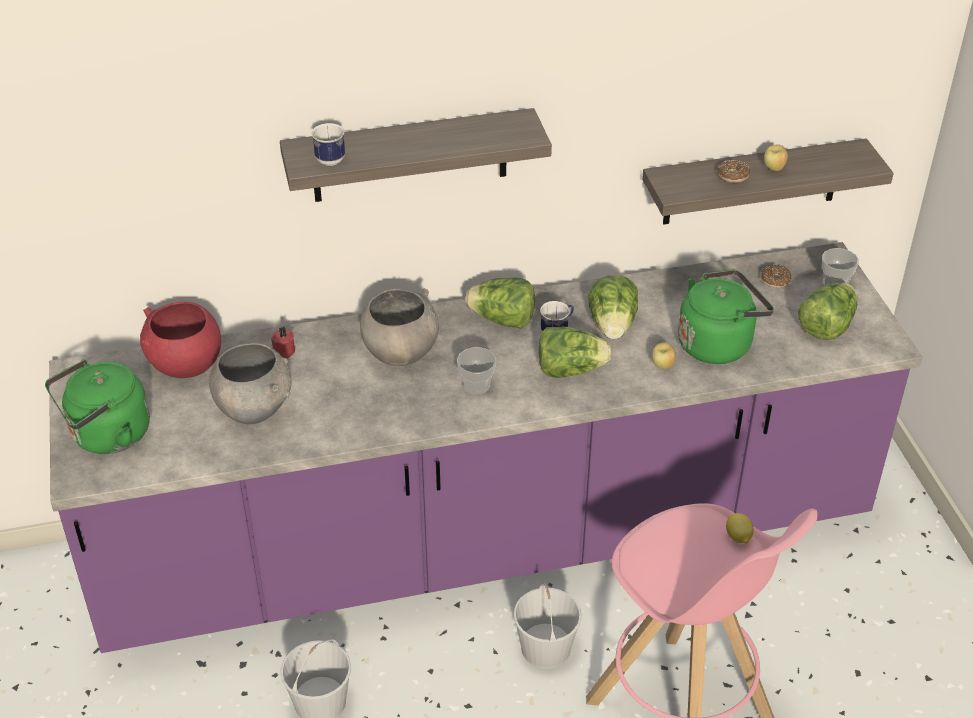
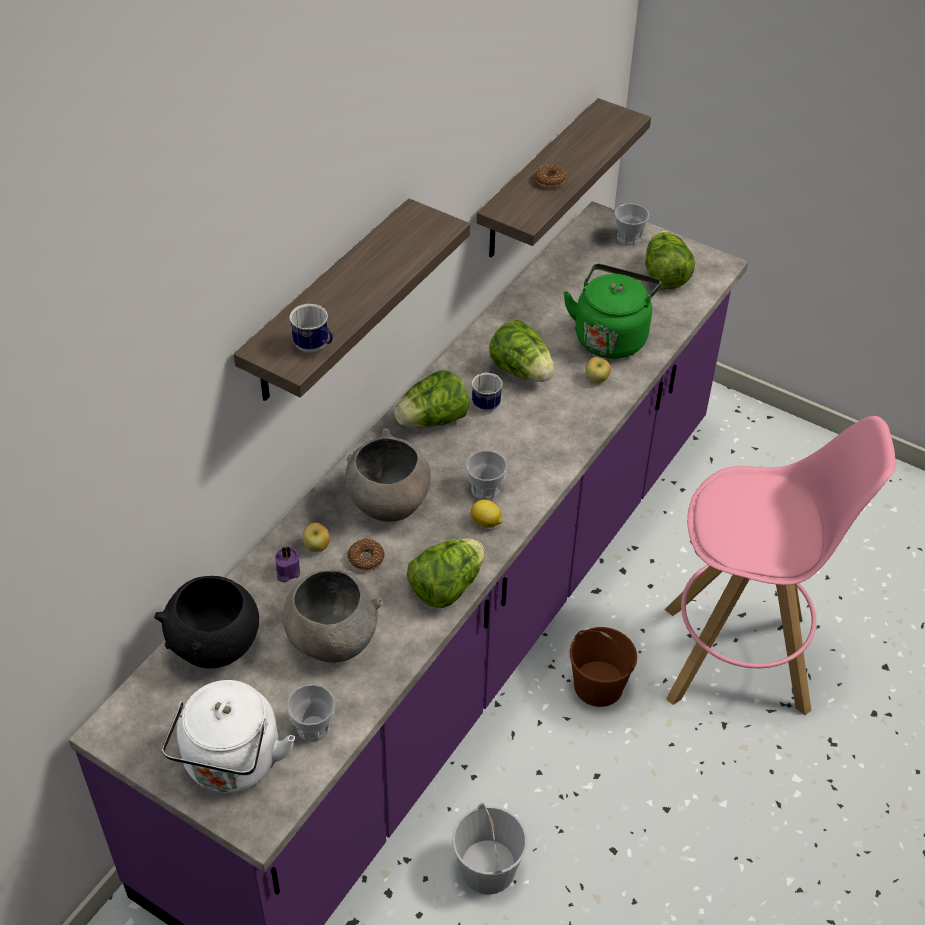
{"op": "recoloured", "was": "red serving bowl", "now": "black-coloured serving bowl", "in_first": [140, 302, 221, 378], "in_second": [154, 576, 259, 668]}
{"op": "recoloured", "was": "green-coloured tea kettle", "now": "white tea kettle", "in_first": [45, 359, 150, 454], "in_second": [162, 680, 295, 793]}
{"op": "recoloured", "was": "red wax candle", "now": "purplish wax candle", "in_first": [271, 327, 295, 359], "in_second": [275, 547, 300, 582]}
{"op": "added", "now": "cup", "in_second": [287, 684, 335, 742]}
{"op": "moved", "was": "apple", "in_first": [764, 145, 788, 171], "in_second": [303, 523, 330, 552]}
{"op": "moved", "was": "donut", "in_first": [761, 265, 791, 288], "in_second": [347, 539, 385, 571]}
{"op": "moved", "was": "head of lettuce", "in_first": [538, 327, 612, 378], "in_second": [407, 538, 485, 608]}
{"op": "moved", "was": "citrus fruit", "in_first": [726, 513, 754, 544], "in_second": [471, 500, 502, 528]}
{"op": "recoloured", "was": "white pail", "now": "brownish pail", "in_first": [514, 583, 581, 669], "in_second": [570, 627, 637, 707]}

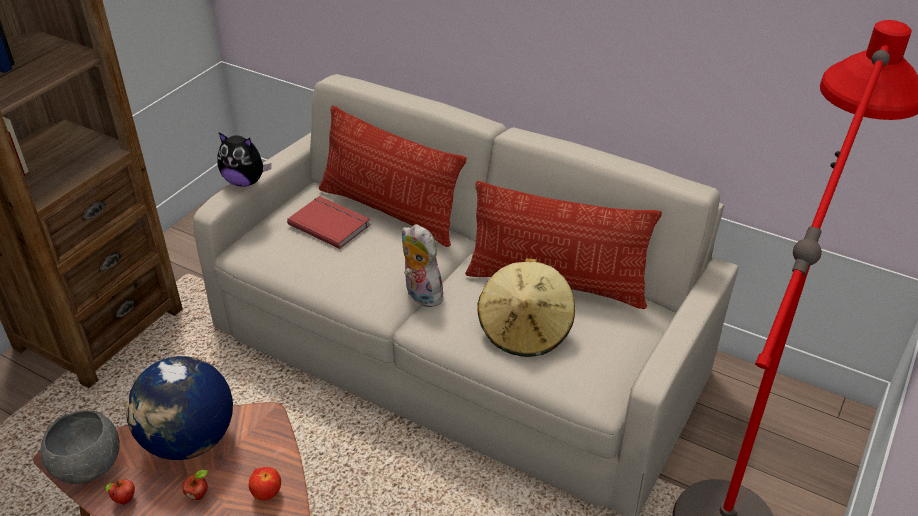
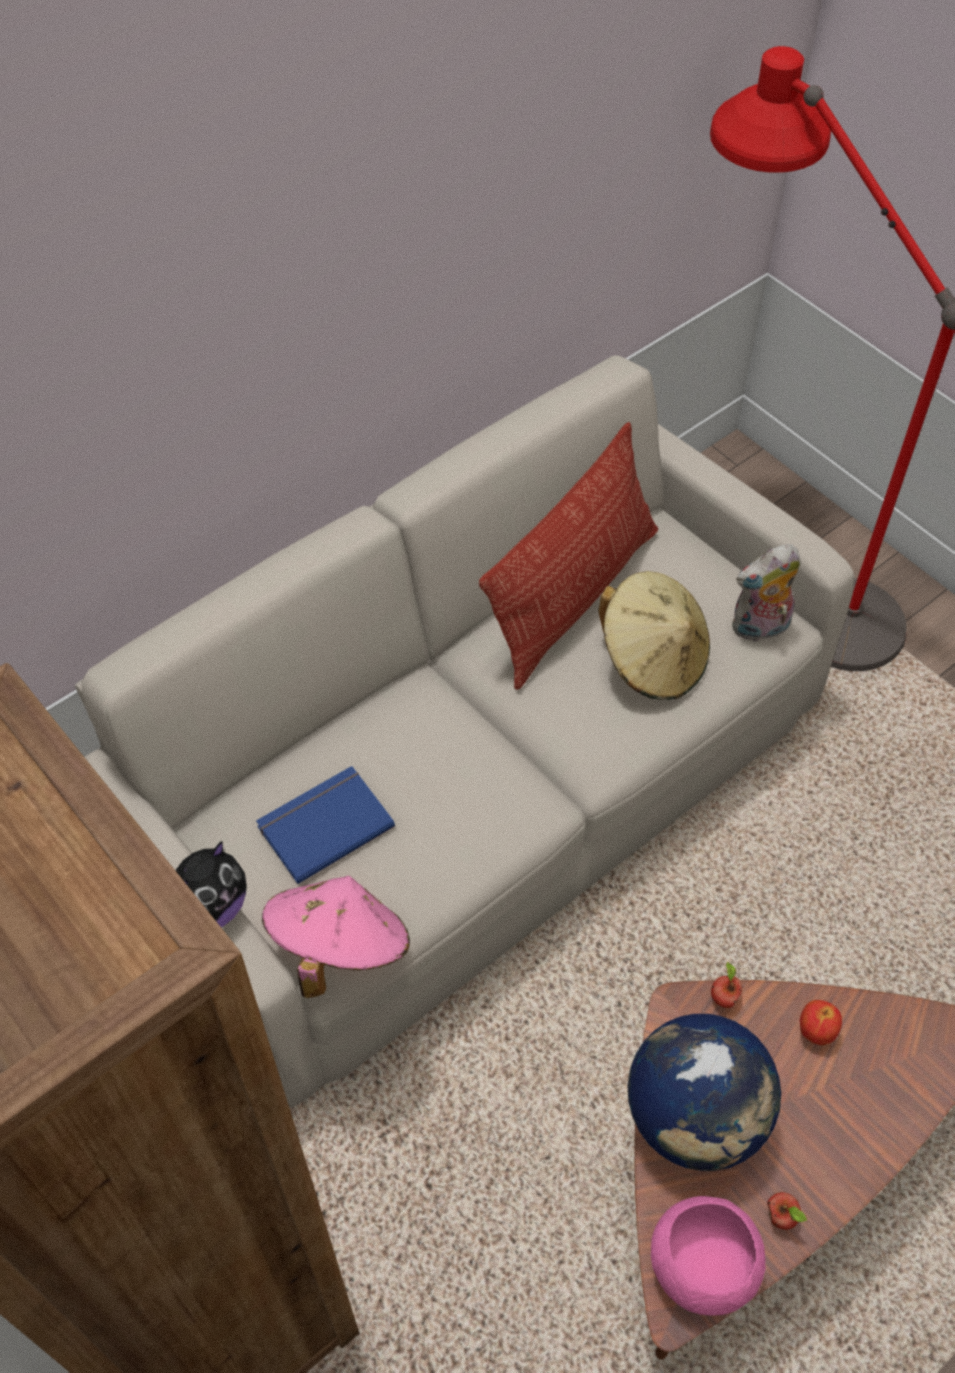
{"op": "recoloured", "was": "red volume", "now": "blue volume", "in_first": [287, 196, 371, 249], "in_second": [256, 766, 395, 884]}
{"op": "added", "now": "pink wearable hat", "in_second": [262, 876, 410, 998]}
{"op": "recoloured", "was": "greyish serving bowl", "now": "pink serving bowl", "in_first": [41, 410, 120, 484], "in_second": [651, 1196, 766, 1316]}
{"op": "moved", "was": "apple", "in_first": [182, 470, 208, 500], "in_second": [711, 962, 743, 1008]}
{"op": "moved", "was": "cuddly toy", "in_first": [402, 224, 444, 307], "in_second": [732, 544, 801, 642]}
{"op": "removed", "was": "throw pillow", "in_first": [319, 105, 466, 247]}

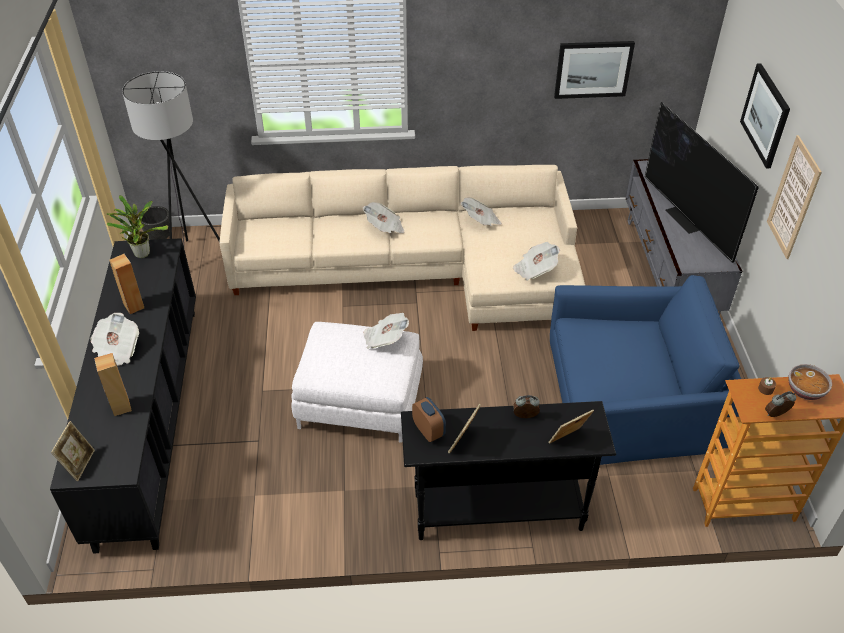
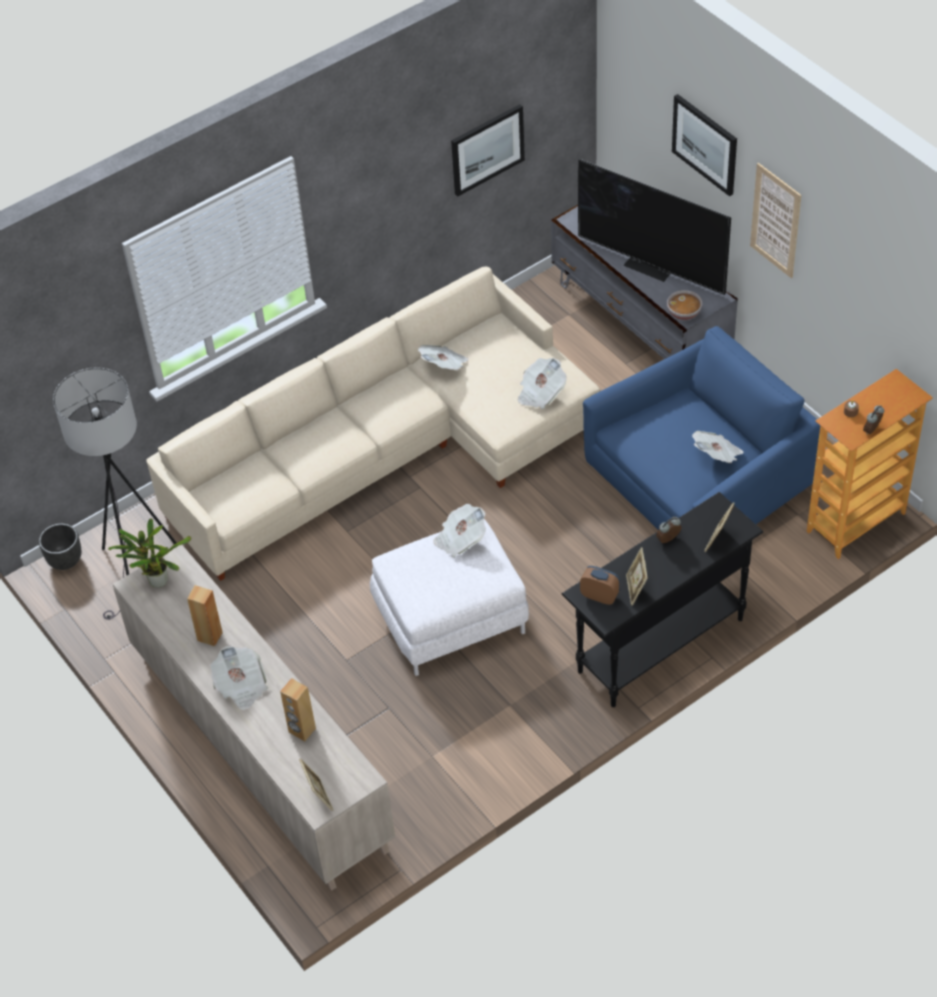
{"op": "recoloured", "was": "black-coloured cupboard", "now": "beige-coloured cupboard", "in_first": [50, 238, 196, 554], "in_second": [113, 545, 395, 891]}
{"op": "moved", "was": "serving bowl", "in_first": [788, 364, 832, 400], "in_second": [667, 290, 702, 320]}
{"op": "moved", "was": "newspaper", "in_first": [363, 202, 404, 234], "in_second": [692, 431, 744, 463]}

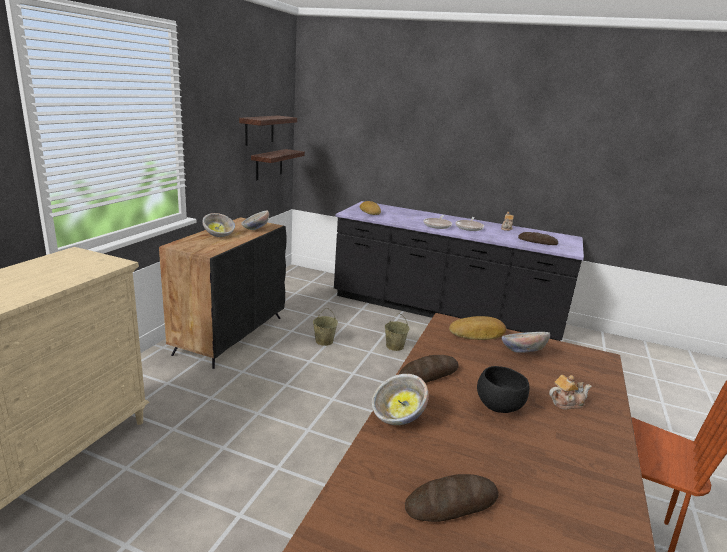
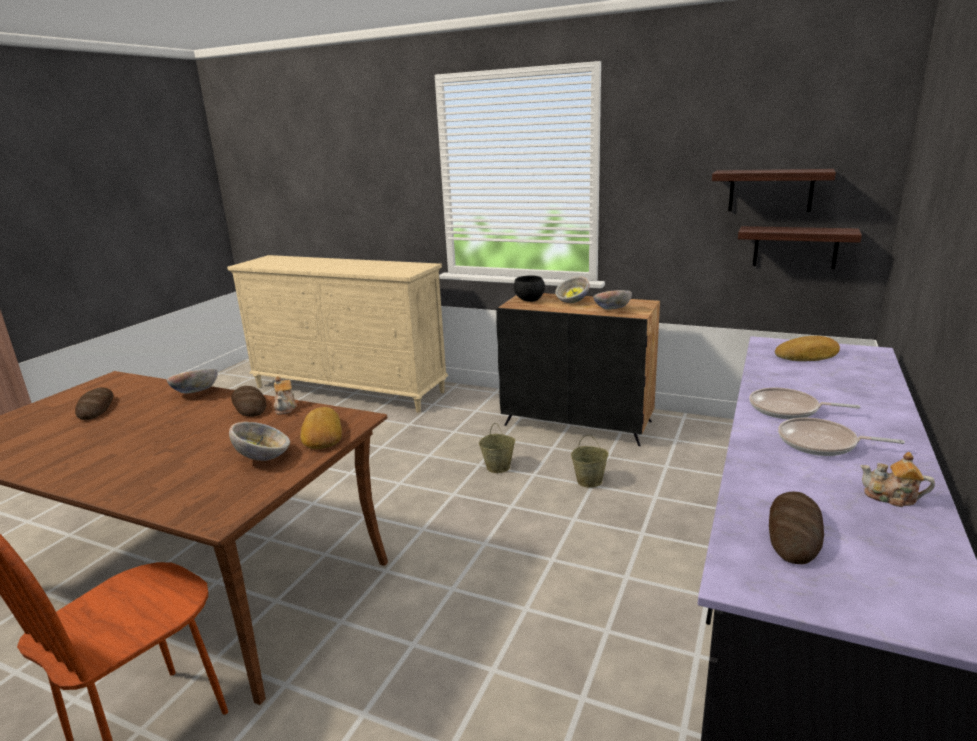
{"op": "moved", "was": "teapot", "in_first": [549, 375, 592, 410], "in_second": [274, 376, 297, 415]}
{"op": "moved", "was": "beige-coloured pail", "in_first": [385, 313, 409, 351], "in_second": [479, 423, 515, 473]}
{"op": "moved", "was": "black-coloured serving bowl", "in_first": [477, 366, 529, 413], "in_second": [514, 275, 545, 302]}

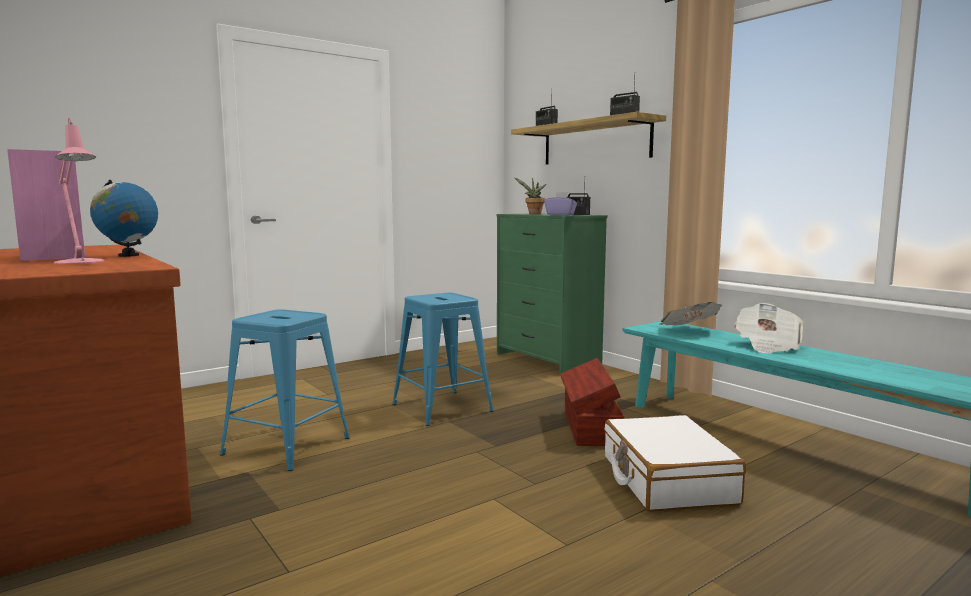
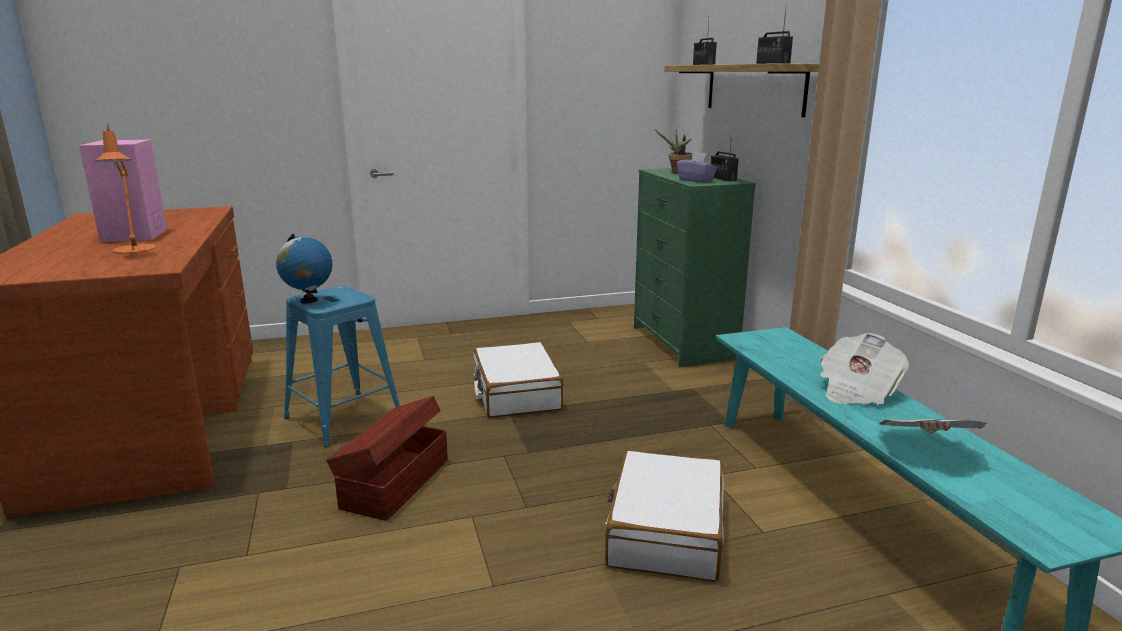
{"op": "recoloured", "was": "pink table lamp", "now": "orange-coloured table lamp", "in_first": [54, 117, 105, 264], "in_second": [95, 123, 156, 254]}
{"op": "moved", "was": "world globe", "in_first": [90, 180, 158, 257], "in_second": [276, 234, 332, 304]}
{"op": "moved", "was": "brownish storage box", "in_first": [560, 358, 625, 446], "in_second": [326, 396, 448, 521]}
{"op": "replaced", "was": "blue stool seat", "now": "white travel case", "in_first": [392, 293, 494, 426], "in_second": [473, 342, 564, 418]}
{"op": "moved", "was": "newspaper", "in_first": [660, 302, 722, 325], "in_second": [879, 419, 987, 434]}

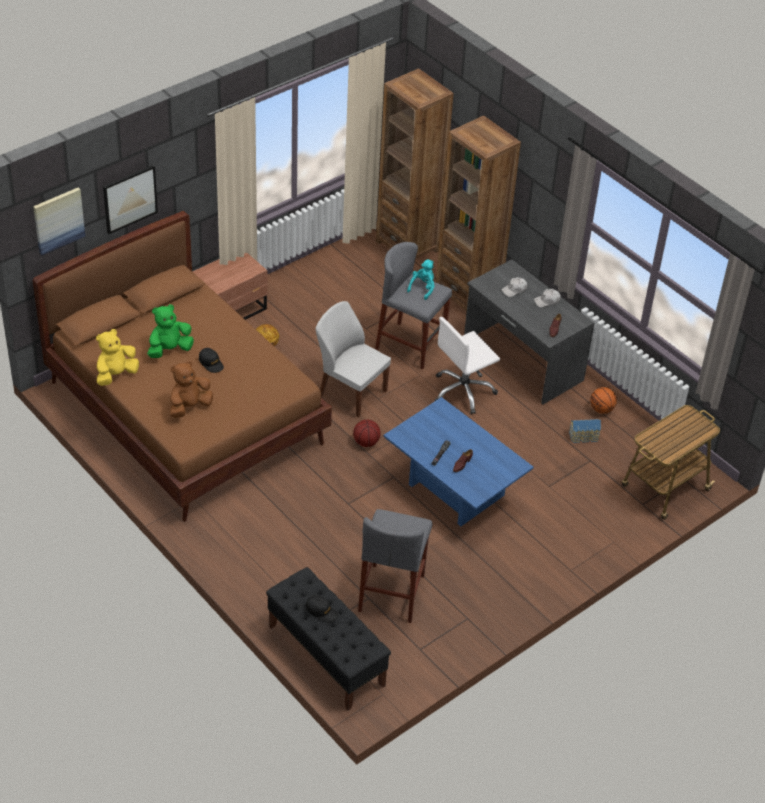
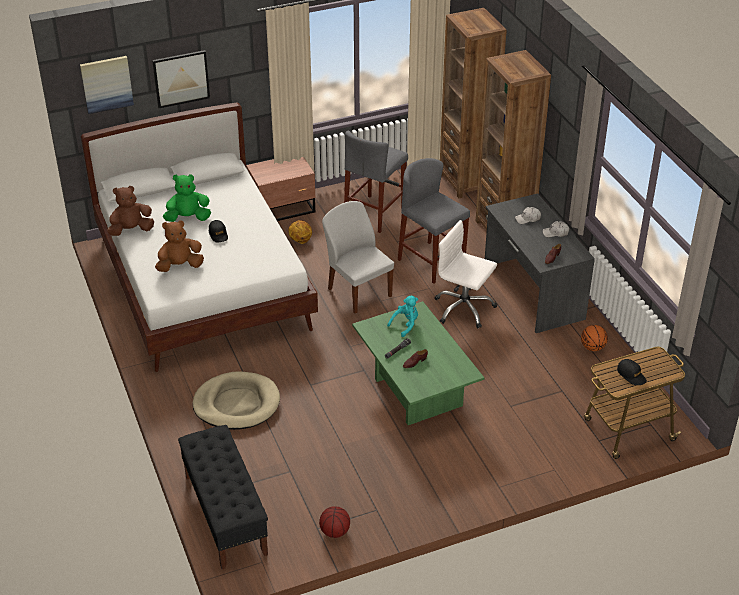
{"op": "recoloured", "was": "brownish bed", "now": "white bed", "in_first": [33, 211, 332, 522], "in_second": [81, 102, 318, 372]}
{"op": "recoloured", "was": "yellow-coloured cuddly toy", "now": "brownish cuddly toy", "in_first": [96, 329, 139, 386], "in_second": [107, 186, 154, 236]}
{"op": "added", "now": "beige-coloured dog cushion", "in_second": [193, 371, 280, 430]}
{"op": "moved", "was": "basketball ball", "in_first": [353, 420, 381, 447], "in_second": [319, 506, 350, 538]}
{"op": "moved", "was": "greyish stool seat", "in_first": [358, 509, 433, 623], "in_second": [344, 130, 408, 233]}
{"op": "recoloured", "was": "blue low table", "now": "green-coloured low table", "in_first": [383, 397, 534, 526], "in_second": [352, 301, 484, 425]}
{"op": "moved", "was": "blue-green cuddly toy", "in_first": [407, 260, 435, 300], "in_second": [387, 296, 418, 337]}
{"op": "turned", "was": "white computer chair", "in_first": [435, 317, 500, 414], "in_second": [434, 220, 497, 328], "clockwise": 45}
{"op": "moved", "was": "black-coloured baseball cap", "in_first": [306, 595, 338, 623], "in_second": [617, 359, 647, 385]}
{"op": "removed", "was": "model house", "in_first": [569, 419, 601, 443]}

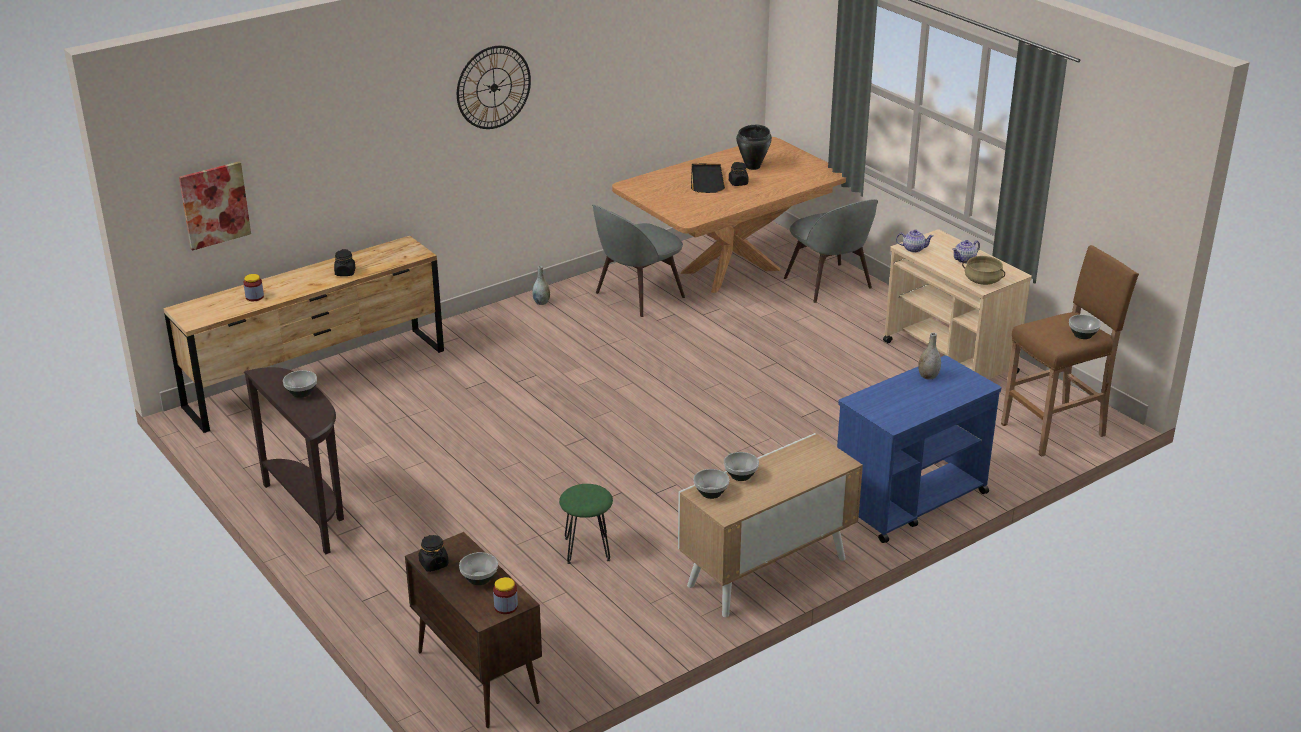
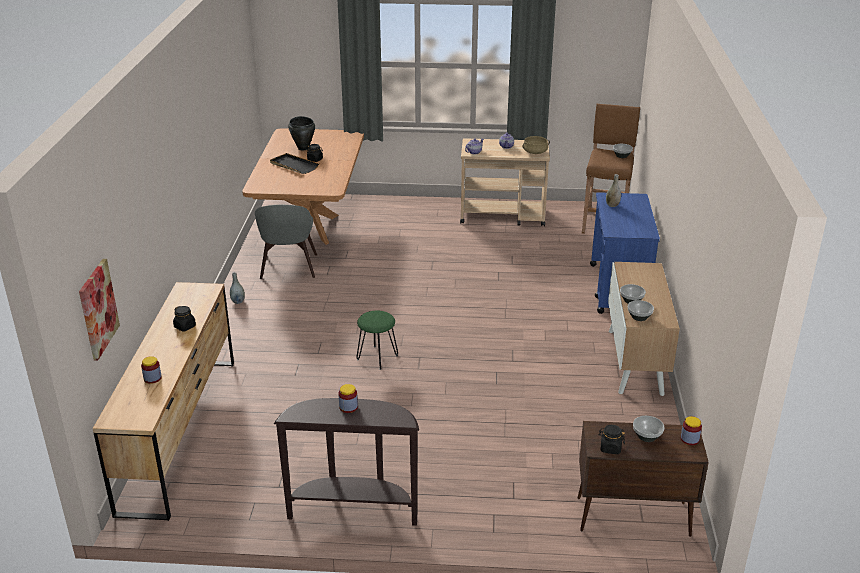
{"op": "replaced", "was": "serving bowl", "now": "preserve jar", "in_first": [283, 370, 317, 397], "in_second": [338, 384, 358, 413]}
{"op": "moved", "was": "green-coloured stool seat", "in_first": [559, 484, 613, 564], "in_second": [356, 311, 398, 370]}
{"op": "removed", "was": "clock on the wall", "in_first": [457, 46, 531, 129]}
{"op": "removed", "was": "greyish plain chair", "in_first": [784, 199, 878, 303]}

